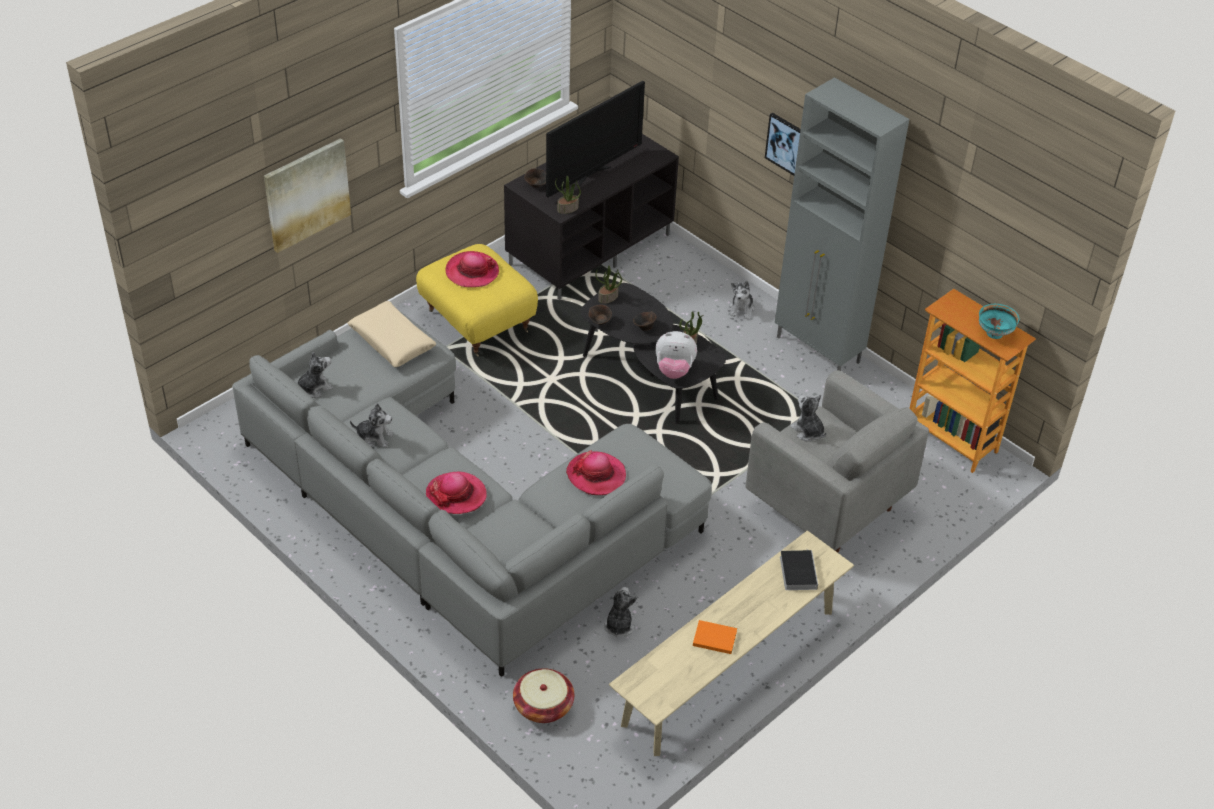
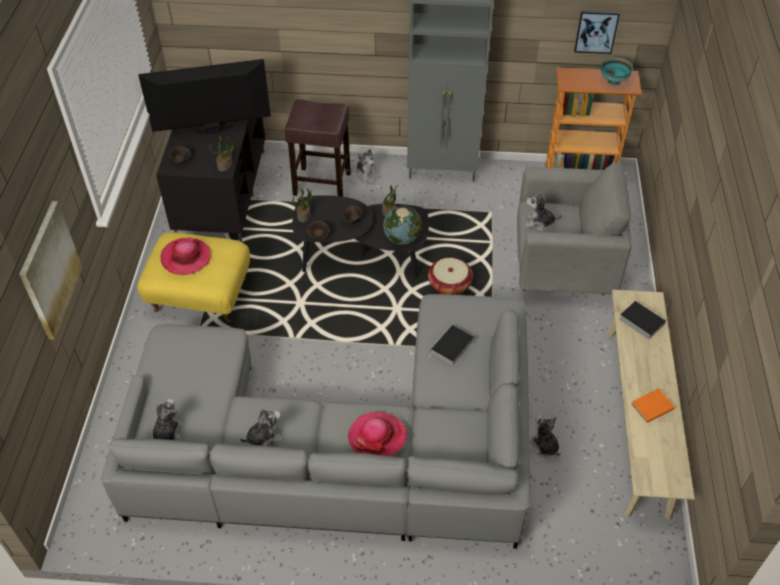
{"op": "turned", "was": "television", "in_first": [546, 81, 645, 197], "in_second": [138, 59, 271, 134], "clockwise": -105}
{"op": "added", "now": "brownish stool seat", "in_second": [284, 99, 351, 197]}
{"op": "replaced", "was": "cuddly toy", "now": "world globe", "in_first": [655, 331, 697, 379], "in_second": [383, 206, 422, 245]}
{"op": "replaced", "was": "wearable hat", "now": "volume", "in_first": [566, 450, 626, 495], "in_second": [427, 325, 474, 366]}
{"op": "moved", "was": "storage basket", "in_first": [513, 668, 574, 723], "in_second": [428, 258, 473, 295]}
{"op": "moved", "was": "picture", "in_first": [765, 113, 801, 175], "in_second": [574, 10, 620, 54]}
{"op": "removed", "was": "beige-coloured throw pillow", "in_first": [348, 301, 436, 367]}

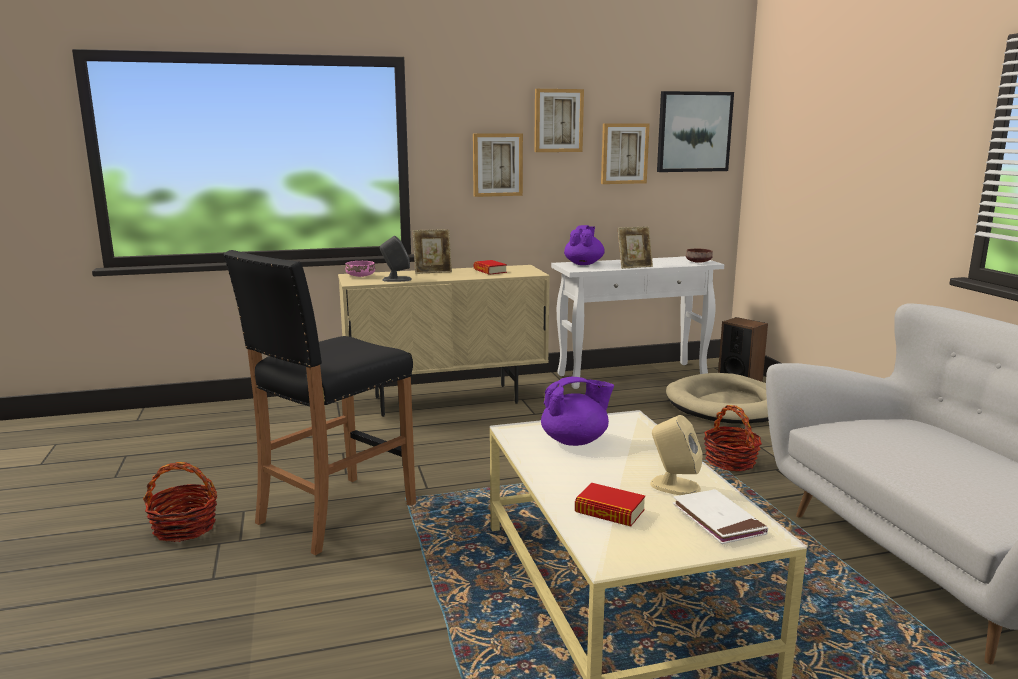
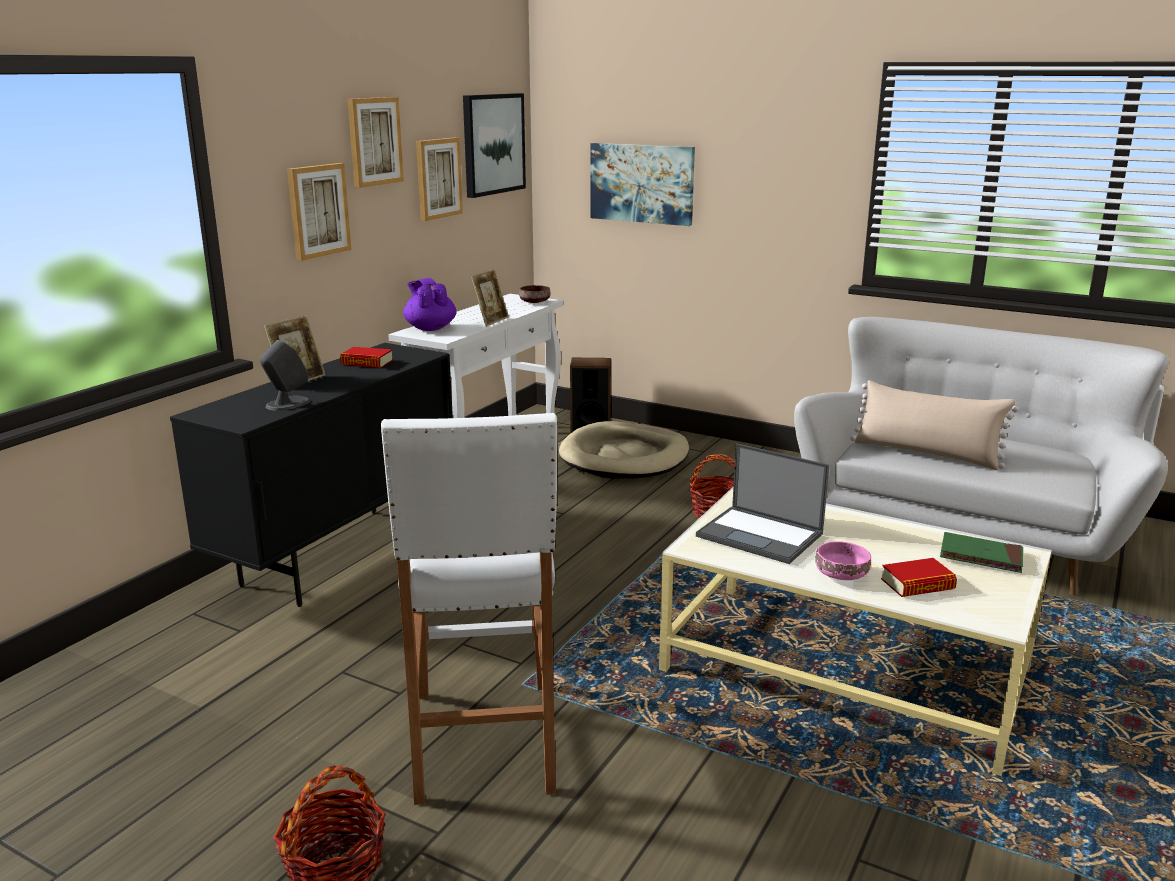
{"op": "recoloured", "was": "beige-coloured cupboard", "now": "black-coloured cupboard", "in_first": [338, 265, 550, 417], "in_second": [170, 343, 453, 607]}
{"op": "recoloured", "was": "black-coloured stool seat", "now": "white stool seat", "in_first": [223, 250, 416, 555], "in_second": [381, 413, 557, 805]}
{"op": "added", "now": "picture", "in_second": [591, 143, 695, 226]}
{"op": "replaced", "was": "purplish teapot", "now": "portable computer", "in_first": [541, 377, 614, 446], "in_second": [696, 443, 829, 564]}
{"op": "moved", "was": "pink serving bowl", "in_first": [345, 261, 375, 277], "in_second": [815, 541, 871, 580]}
{"op": "added", "now": "beige-coloured throw pillow", "in_second": [850, 380, 1019, 470]}
{"op": "recoloured", "was": "white volume", "now": "green-coloured volume", "in_first": [673, 489, 768, 544], "in_second": [940, 532, 1023, 573]}
{"op": "removed", "was": "beige-coloured audio speaker", "in_first": [650, 415, 703, 495]}

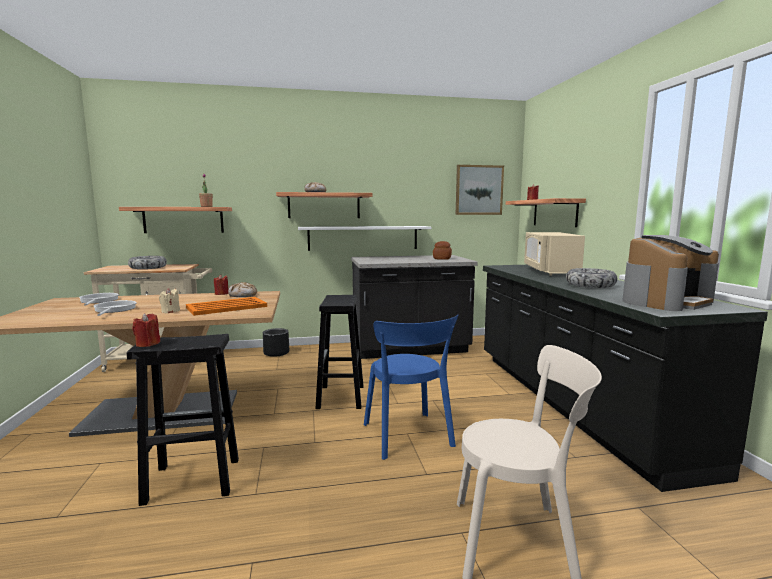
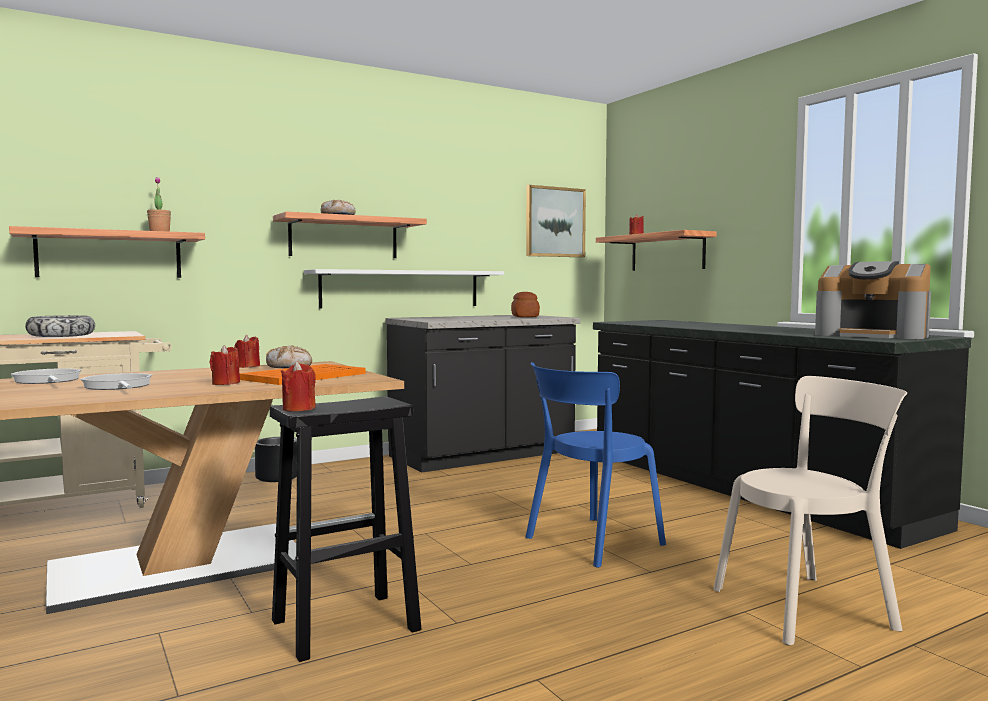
{"op": "recoloured", "was": "beige-coloured wax candle", "now": "red wax candle", "in_first": [159, 288, 180, 313], "in_second": [210, 345, 240, 385]}
{"op": "turned", "was": "blue plain chair", "in_first": [364, 315, 458, 460], "in_second": [525, 362, 666, 568], "clockwise": 90}
{"op": "turned", "was": "coffee machine", "in_first": [622, 235, 719, 311], "in_second": [815, 261, 931, 339], "clockwise": 90}
{"op": "removed", "was": "black-coloured stool seat", "in_first": [315, 295, 364, 409]}
{"op": "removed", "was": "beige-coloured microwave oven", "in_first": [524, 232, 585, 276]}
{"op": "removed", "was": "serving bowl", "in_first": [566, 268, 617, 288]}

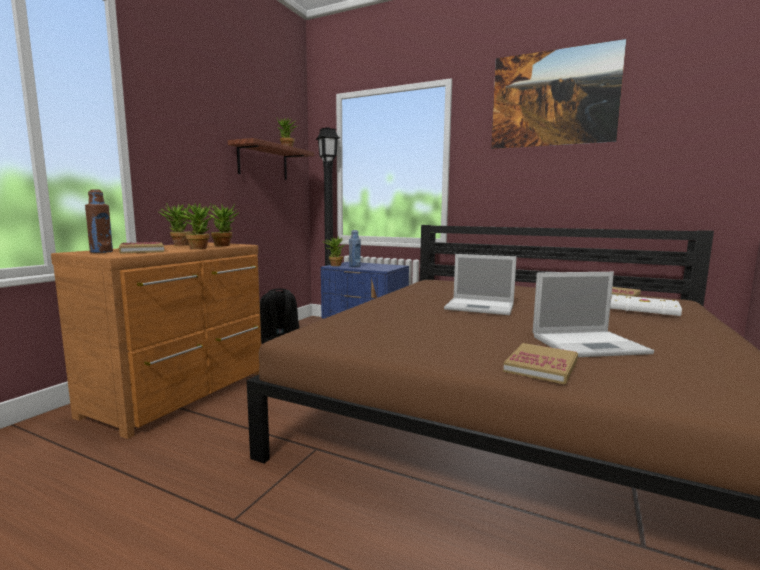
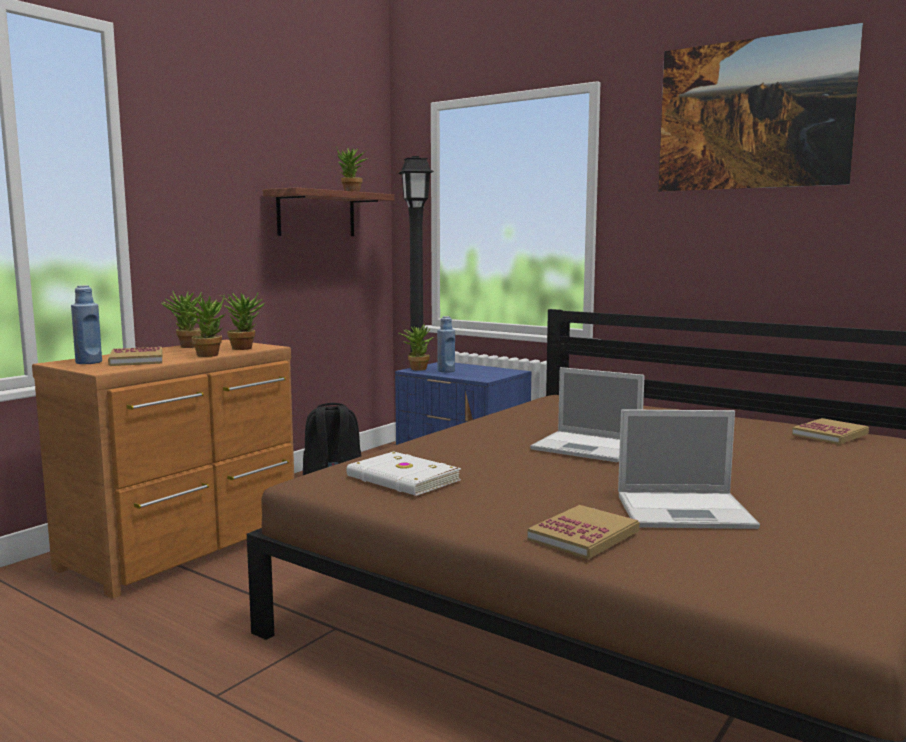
{"op": "recoloured", "was": "brownish bottle", "now": "blue bottle", "in_first": [85, 189, 113, 253], "in_second": [71, 285, 102, 364]}
{"op": "moved", "was": "white volume", "in_first": [610, 295, 682, 316], "in_second": [347, 452, 461, 496]}

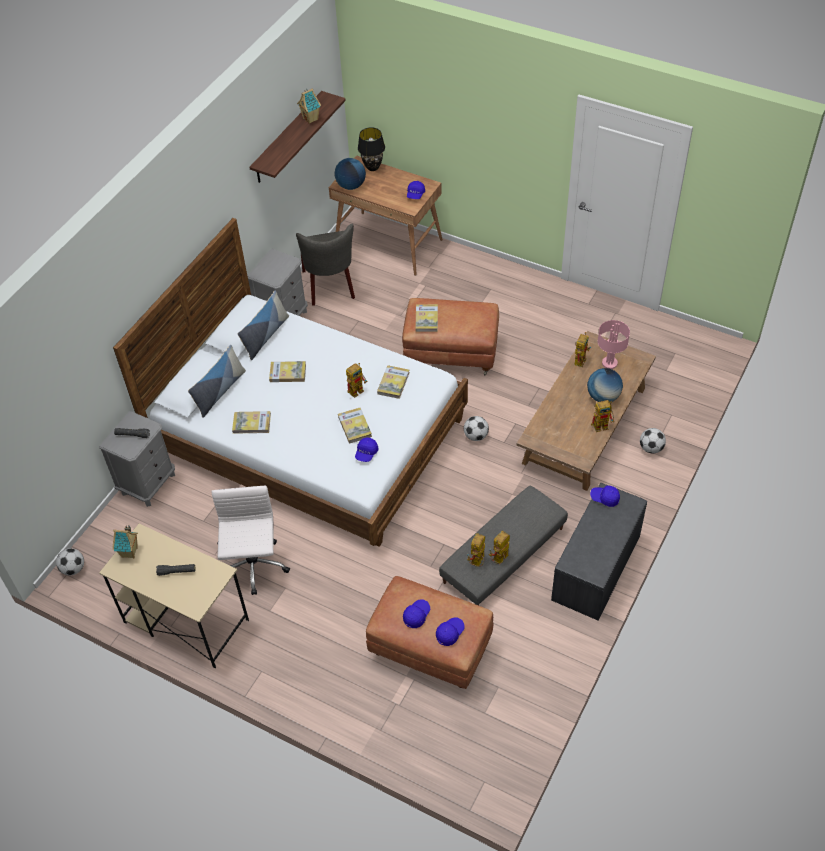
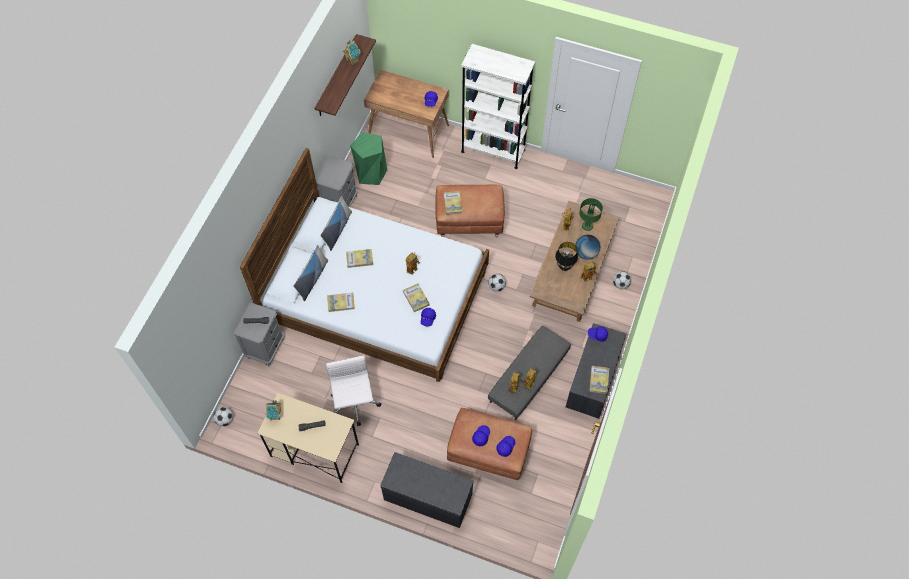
{"op": "replaced", "was": "greyish plain chair", "now": "green-coloured stool seat", "in_first": [296, 224, 355, 306], "in_second": [350, 132, 387, 185]}
{"op": "added", "now": "greyish indoor bench", "in_second": [380, 452, 474, 528]}
{"op": "added", "now": "white shelving unit", "in_second": [461, 44, 535, 169]}
{"op": "moved", "was": "black-coloured table lamp", "in_first": [358, 127, 385, 171], "in_second": [555, 242, 578, 271]}
{"op": "recoloured", "was": "pink table lamp", "now": "green-coloured table lamp", "in_first": [598, 320, 630, 369], "in_second": [579, 198, 603, 231]}
{"op": "moved", "was": "volume", "in_first": [377, 365, 409, 399], "in_second": [589, 366, 609, 394]}
{"op": "removed", "was": "world globe", "in_first": [334, 158, 366, 190]}

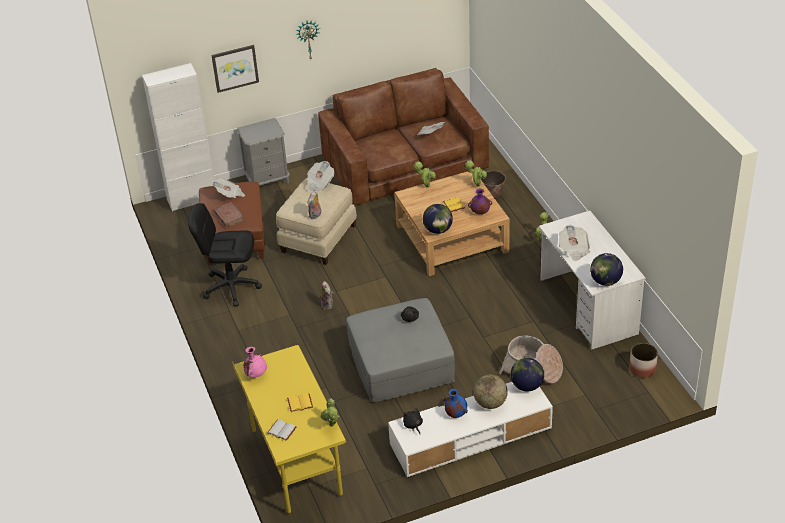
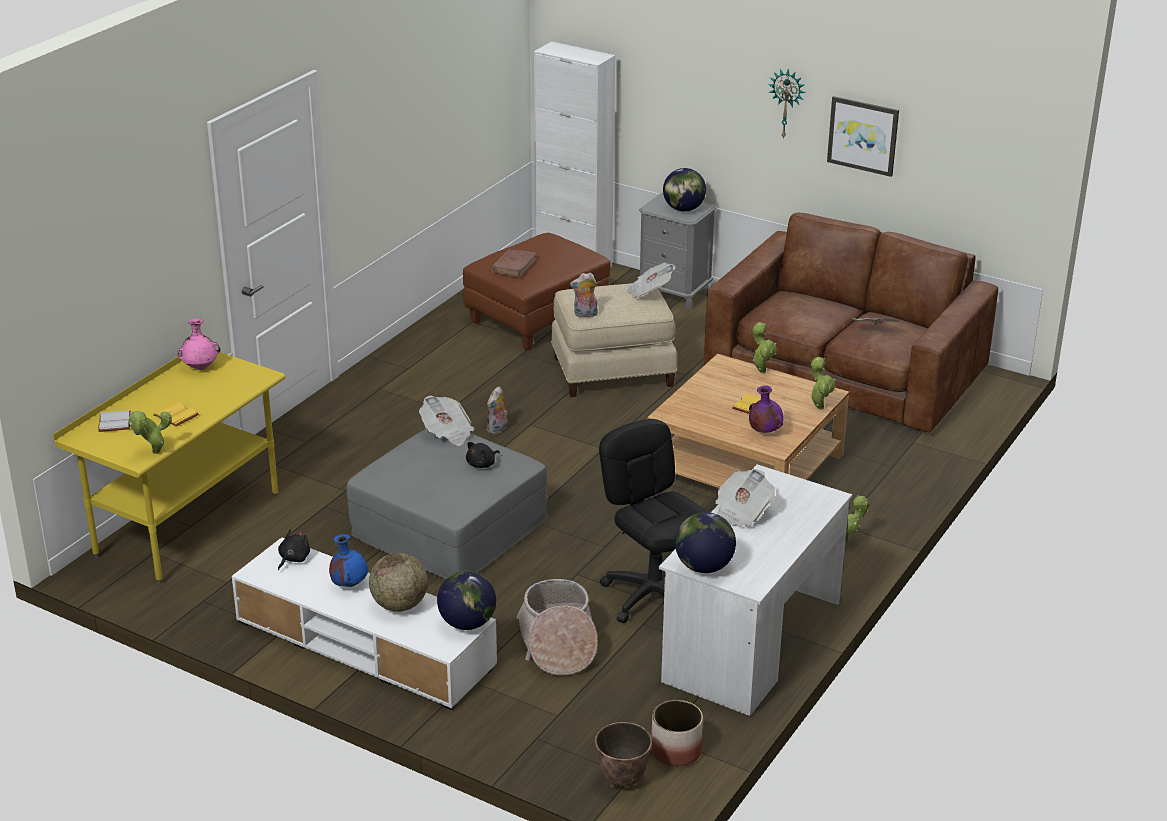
{"op": "moved", "was": "newspaper", "in_first": [212, 178, 245, 198], "in_second": [419, 395, 474, 446]}
{"op": "moved", "was": "planter", "in_first": [481, 171, 506, 198], "in_second": [595, 722, 652, 788]}
{"op": "moved", "was": "black-coloured computer chair", "in_first": [188, 203, 262, 307], "in_second": [599, 419, 707, 623]}
{"op": "moved", "was": "world globe", "in_first": [423, 204, 453, 234], "in_second": [663, 168, 706, 212]}
{"op": "moved", "was": "picture", "in_first": [211, 45, 259, 93], "in_second": [827, 96, 899, 177]}

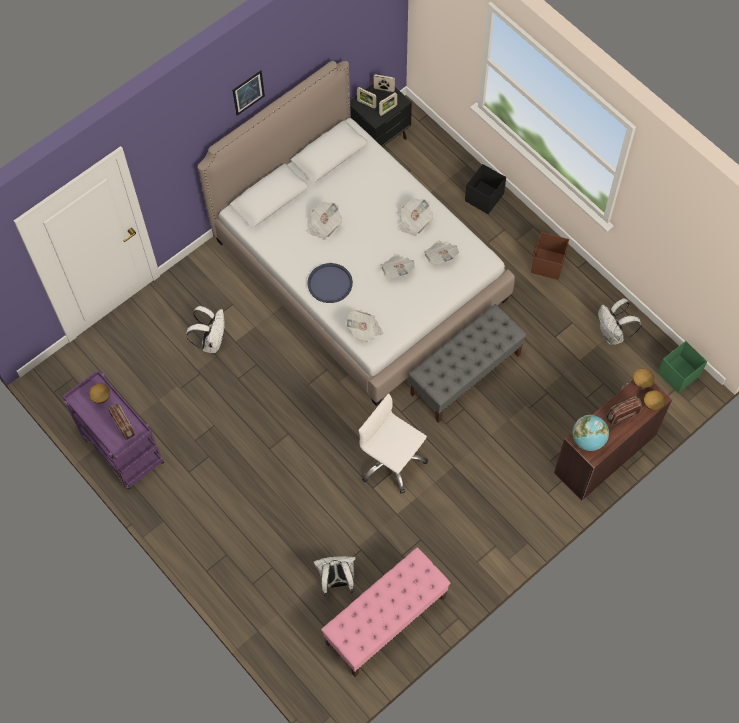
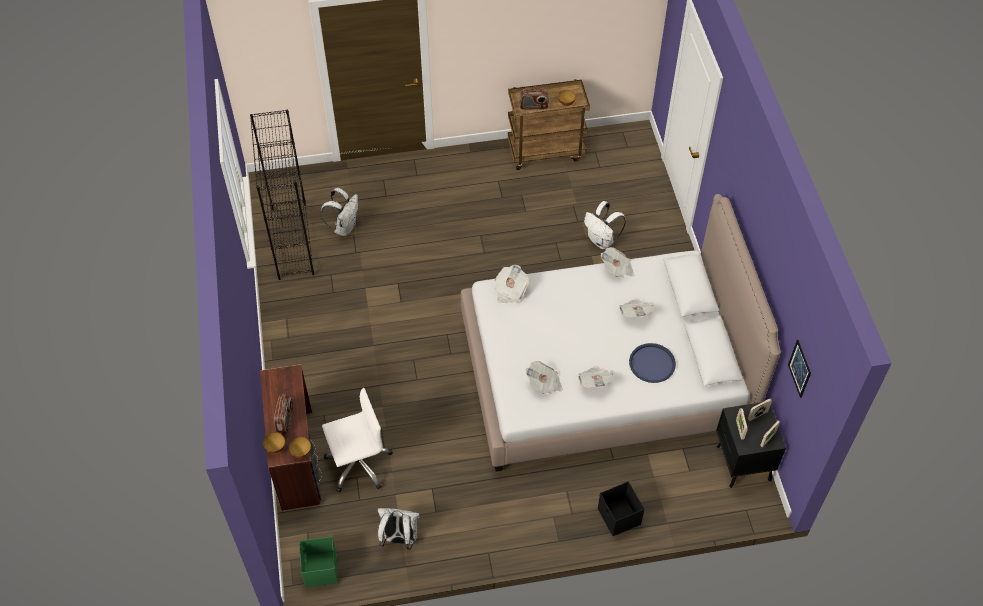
{"op": "replaced", "was": "pink indoor bench", "now": "black-coloured shelving unit", "in_first": [321, 547, 451, 677], "in_second": [250, 109, 314, 280]}
{"op": "moved", "was": "white computer chair", "in_first": [358, 394, 428, 493], "in_second": [322, 388, 393, 492]}
{"op": "recoloured", "was": "purplish trolley", "now": "brownish trolley", "in_first": [62, 370, 164, 490], "in_second": [508, 79, 590, 170]}
{"op": "moved", "was": "newspaper", "in_first": [381, 254, 415, 278], "in_second": [601, 247, 634, 278]}
{"op": "moved", "was": "blue serving tray", "in_first": [307, 263, 353, 303], "in_second": [629, 343, 676, 383]}
{"op": "moved", "was": "picture", "in_first": [232, 70, 265, 116], "in_second": [788, 340, 811, 398]}
{"op": "removed", "was": "greyish indoor bench", "in_first": [409, 304, 527, 423]}
{"op": "removed", "was": "brownish storage box", "in_first": [531, 232, 569, 280]}
{"op": "removed", "was": "world globe", "in_first": [573, 415, 609, 451]}

